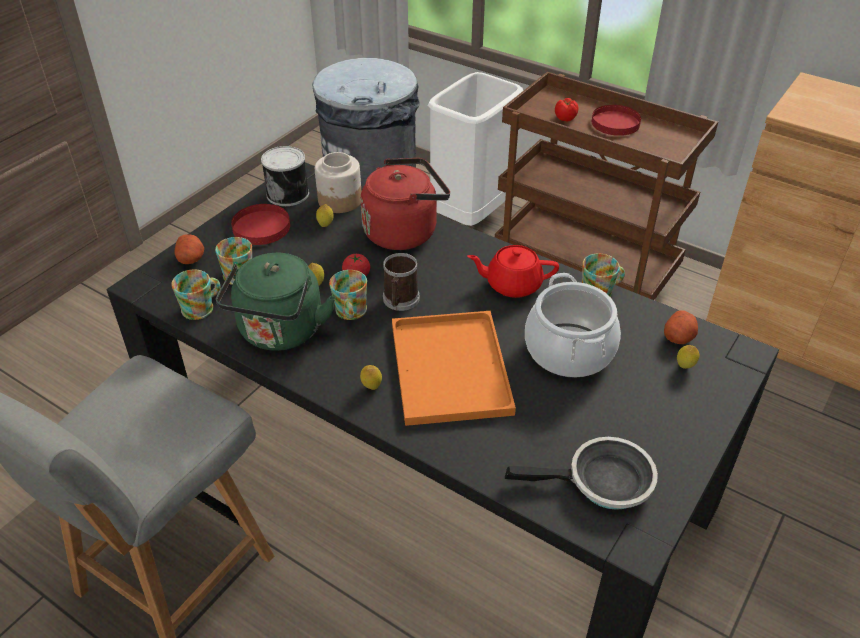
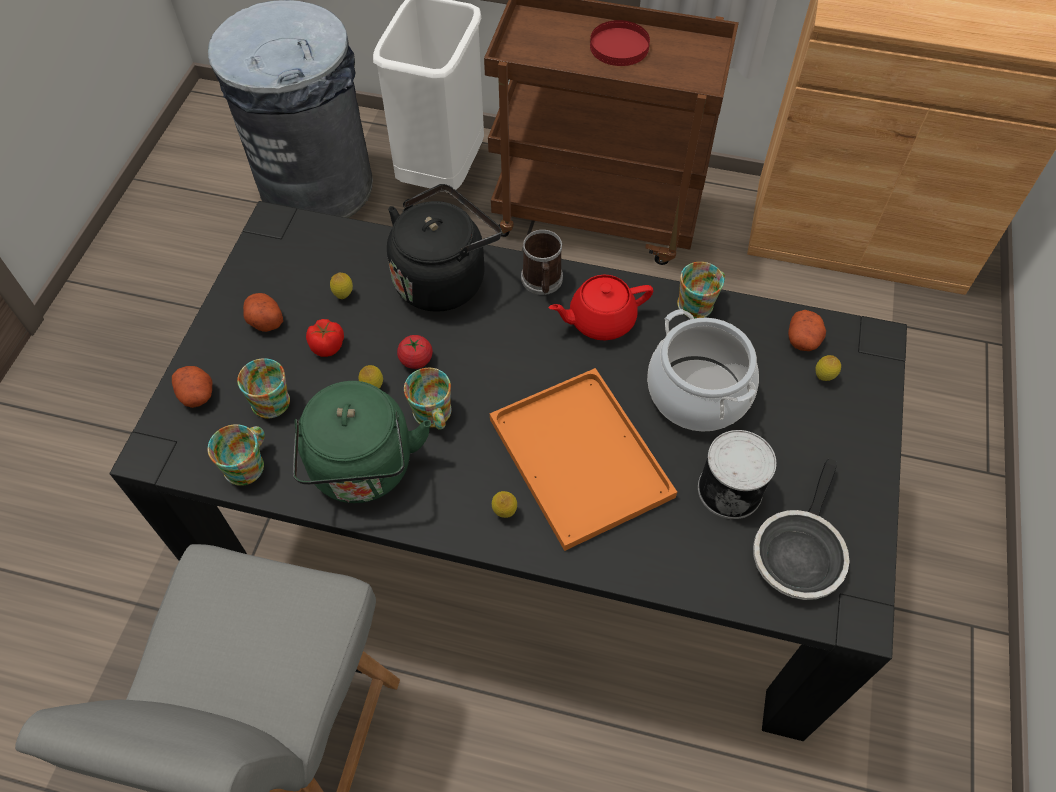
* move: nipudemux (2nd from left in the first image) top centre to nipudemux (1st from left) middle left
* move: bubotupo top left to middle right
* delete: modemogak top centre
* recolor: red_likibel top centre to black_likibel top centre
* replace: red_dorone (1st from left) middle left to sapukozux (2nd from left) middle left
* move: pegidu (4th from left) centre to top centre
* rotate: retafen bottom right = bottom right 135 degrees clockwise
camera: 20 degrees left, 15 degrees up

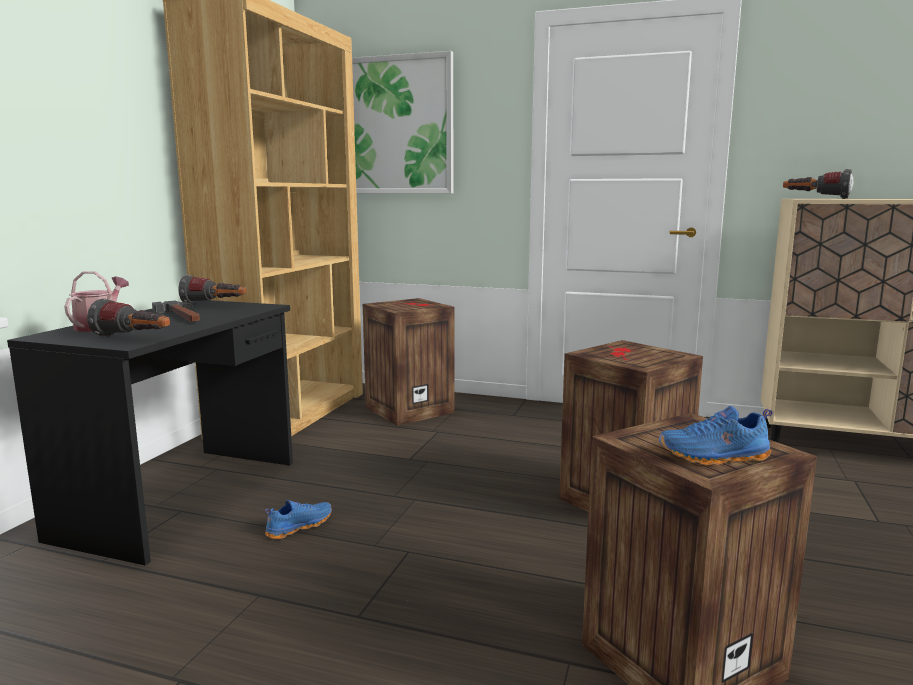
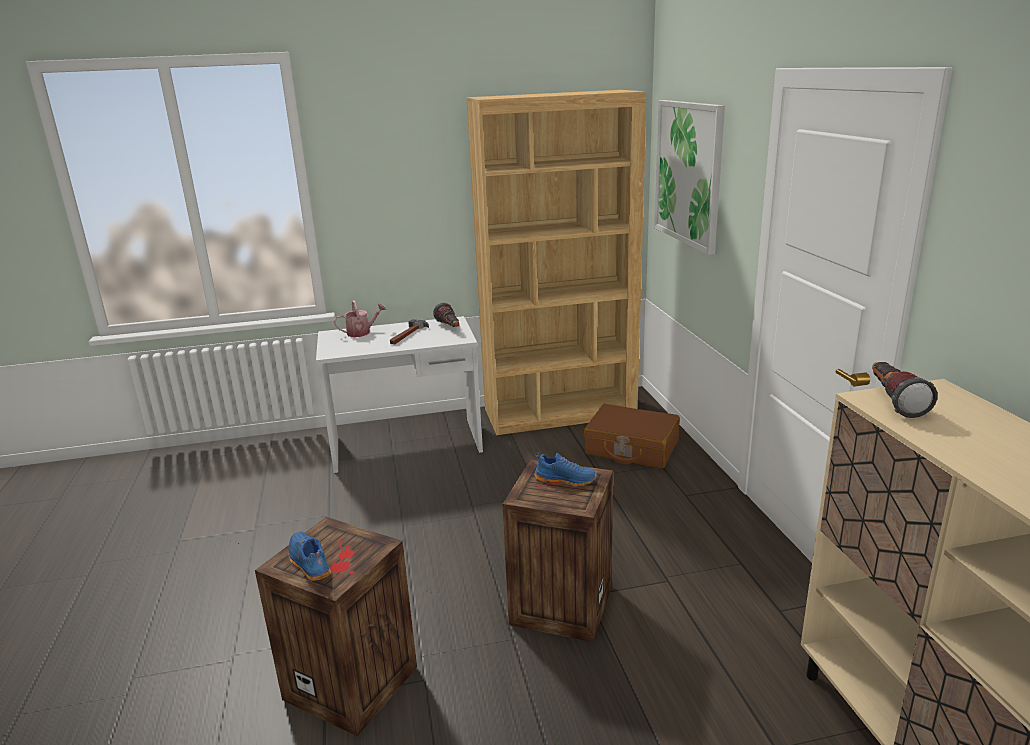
* delete: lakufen (1st from left) middle left
* replace: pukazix (1st from left) centre to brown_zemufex centre
* recolor: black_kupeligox middle left to white_kupeligox centre
* move: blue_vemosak (1st from left in the first image) bottom left to blue_vemosak (2nd from left) centre
camera: 60 degrees right, 10 degrees up

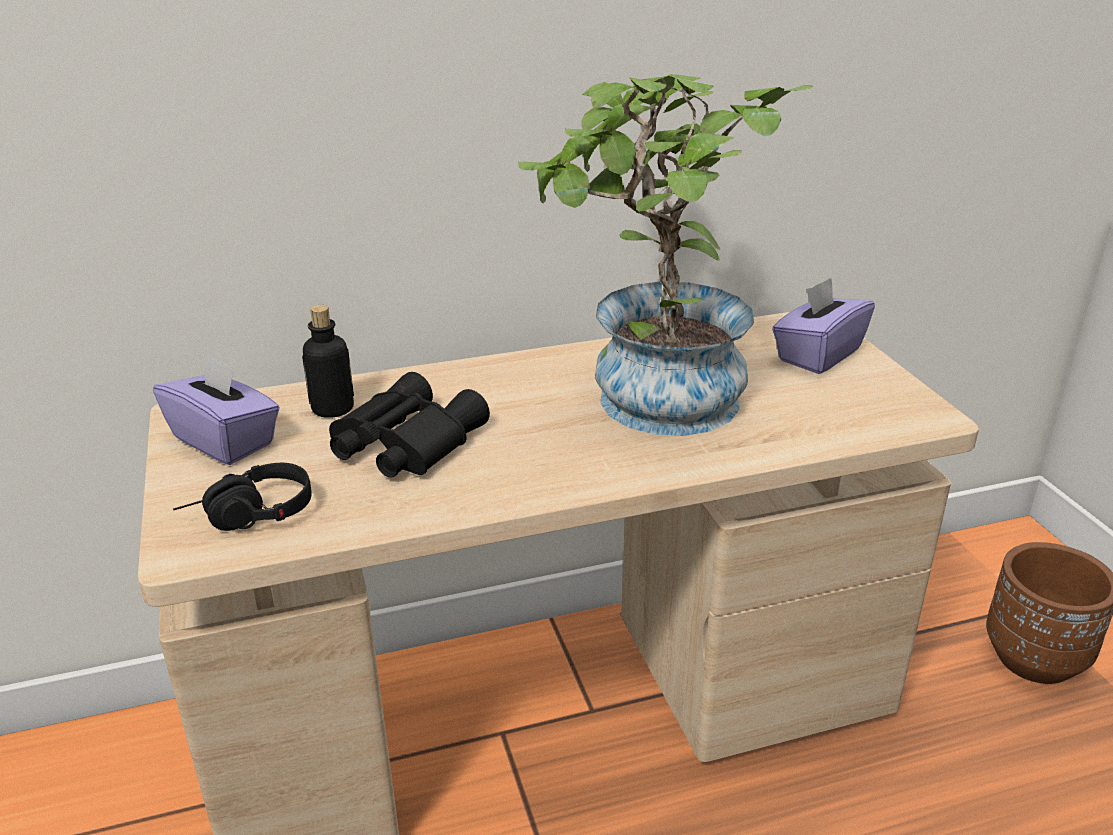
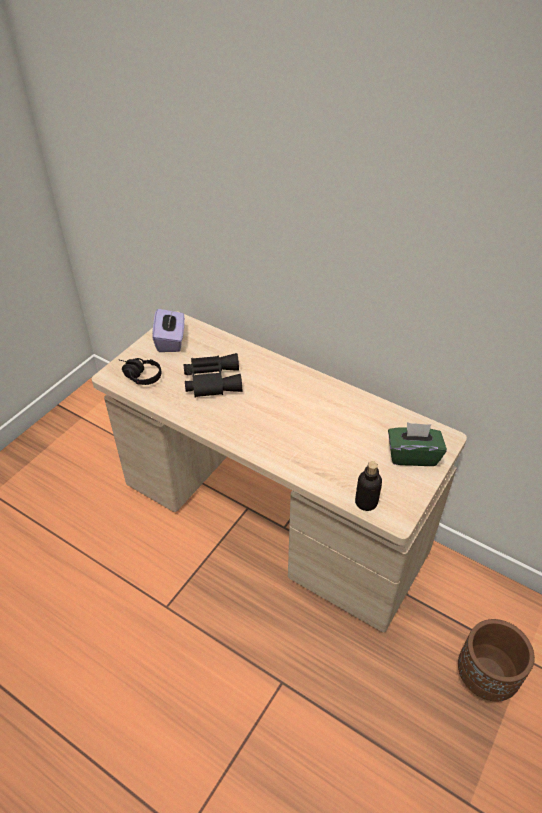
* delete: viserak top centre
* recolor: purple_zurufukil (2nd from left) middle right to green_zurufukil middle right
* move: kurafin middle left to middle right
camera: 50 degrees right, 15 degrees up

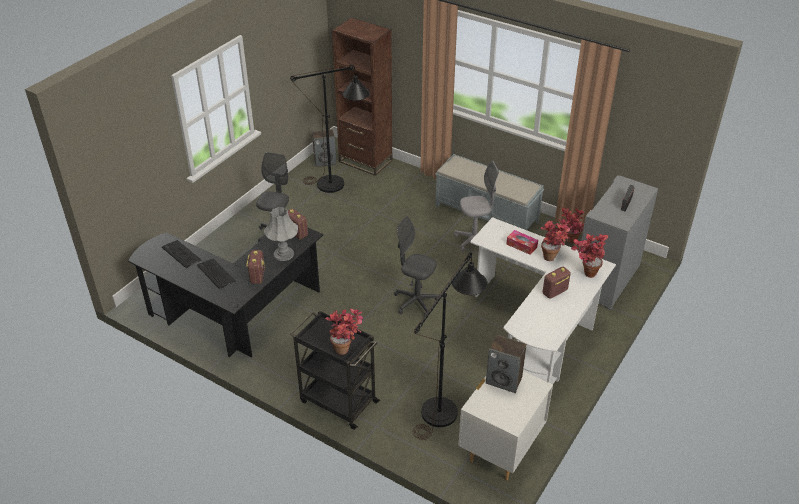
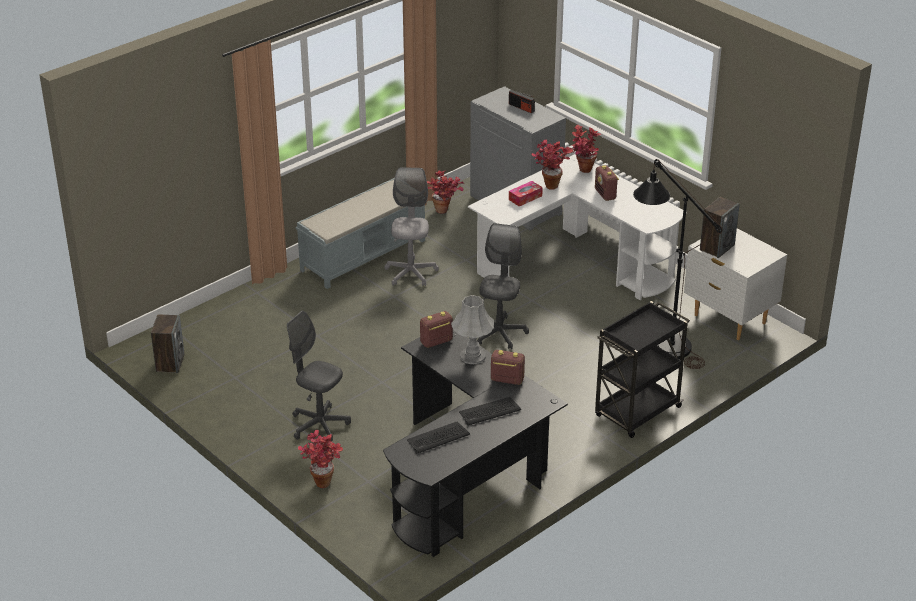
* delete: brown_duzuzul top centre
* delete: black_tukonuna (1st from left) top centre
* rotate: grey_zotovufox (2nd from left in the first image) centre = centre 150 degrees clockwise
* move: viserak (1st from left) centre to bottom centre
camera: 75 degrees left, 5 degrees down

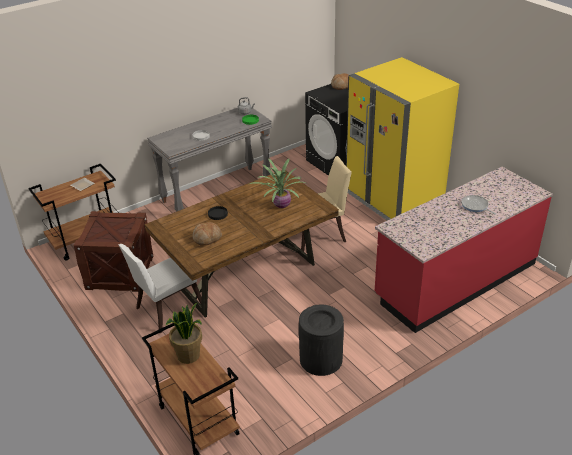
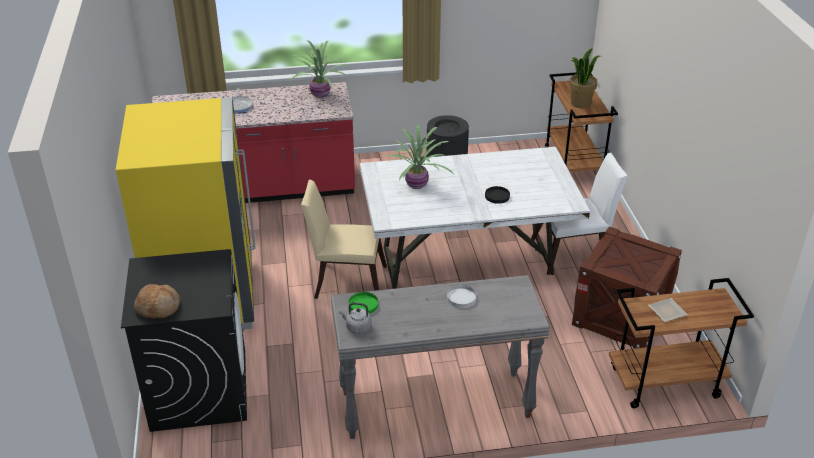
* recolor: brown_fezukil centre to white_fezukil centre
* delete: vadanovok (1st from left) centre
* insert: viserak (1st from left) top centre
camera: 155 degrees left, 0 degrees up

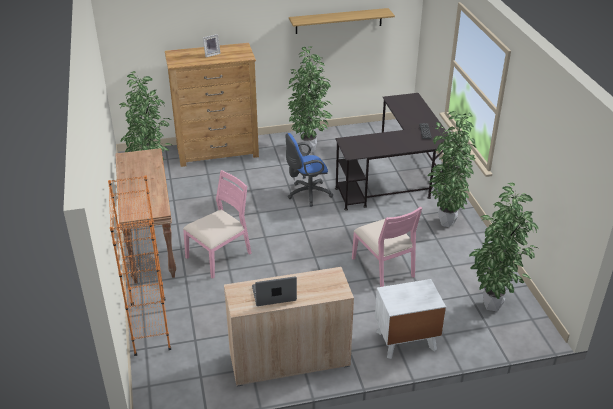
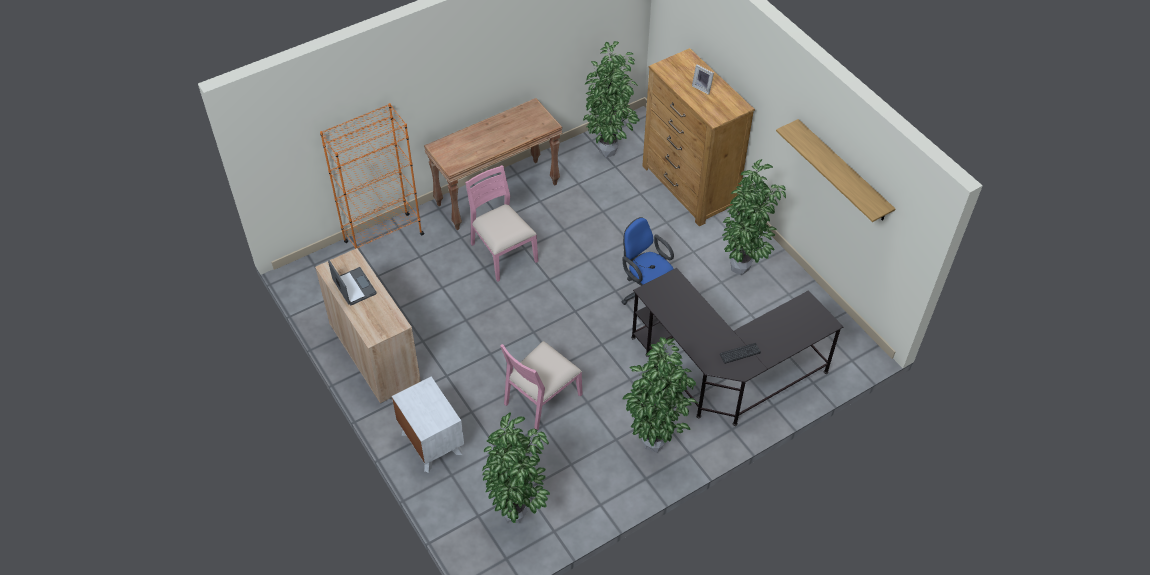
* rotate: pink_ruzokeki (1st from left) centre = centre 150 degrees counterclockwise
camera: 70 degrees right, 15 degrees up

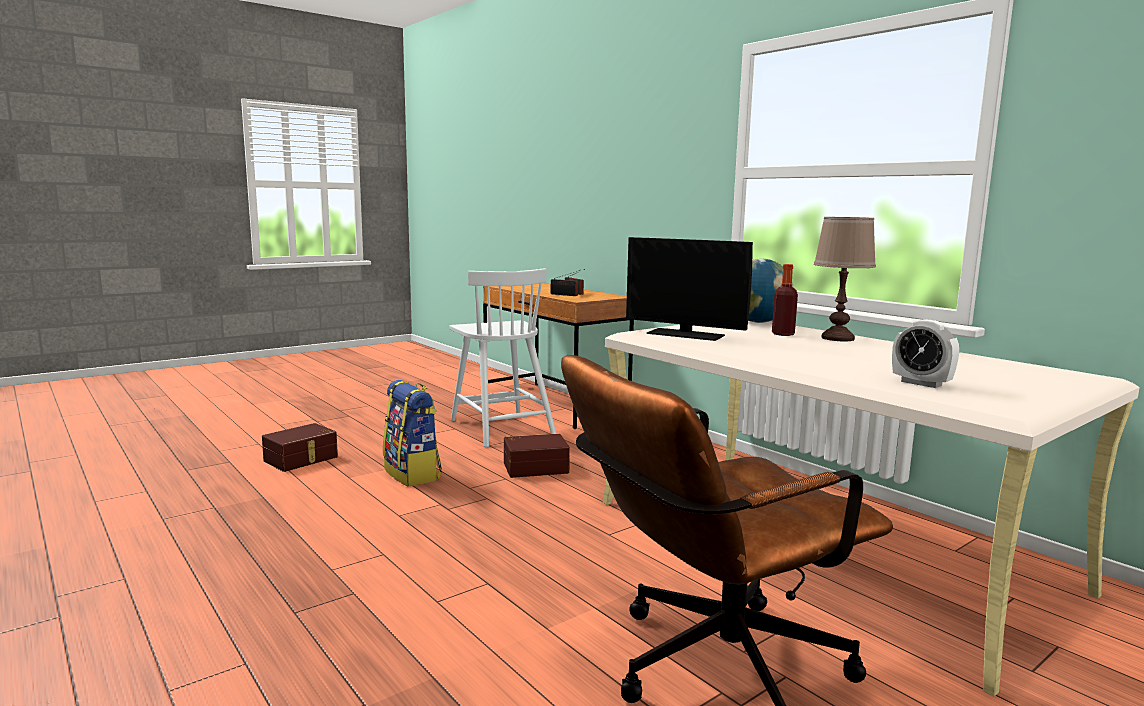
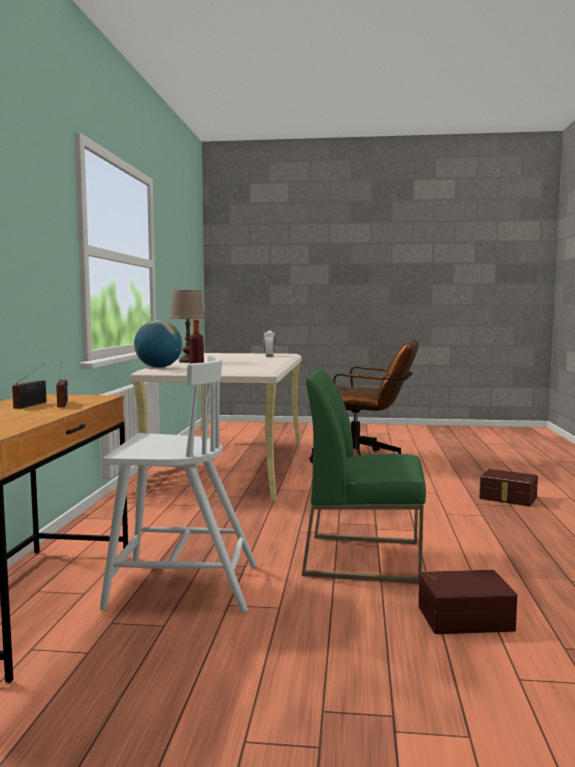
* delete: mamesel centre
* rotate: white_ruzokeki centre = middle left 75 degrees clockwise
* replace: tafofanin centre to green_ruzokeki centre
* move: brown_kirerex (2nd from left) centre to middle right
camera: 135 degrees left, 5 degrees down

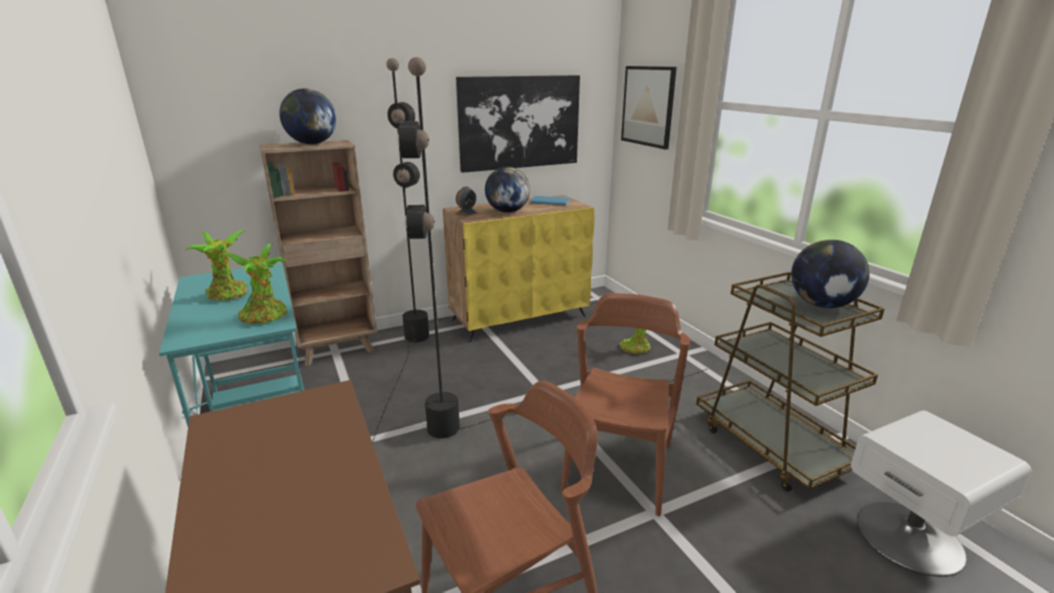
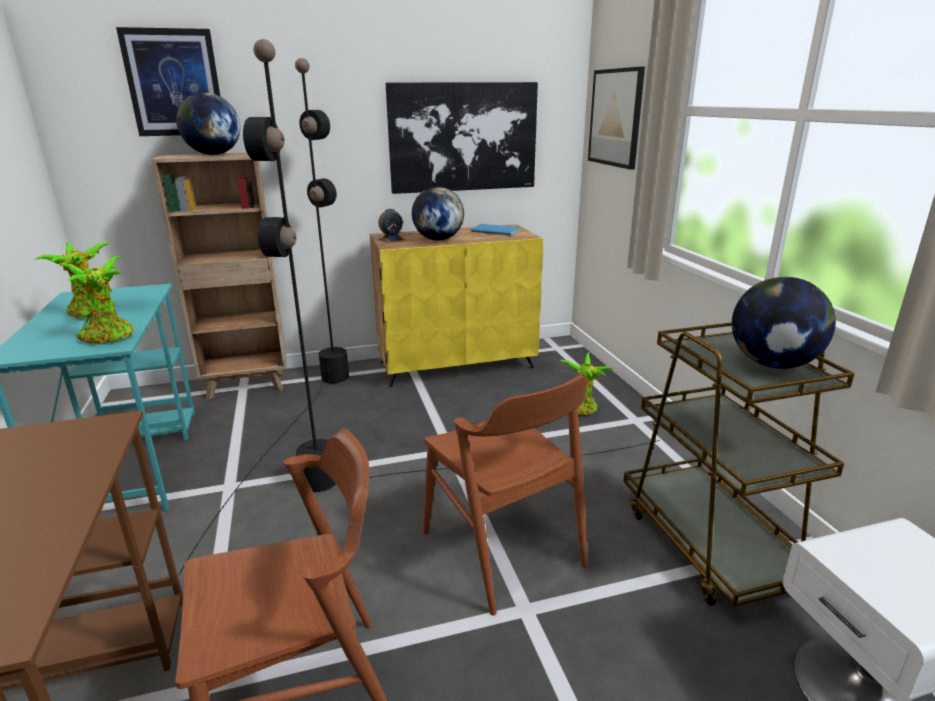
* rotate: brown_ruzokeki (2nd from left) bottom centre = bottom centre 120 degrees clockwise
* insert: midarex (1st from left) top left
camera: 10 degrees right, 0 degrees up

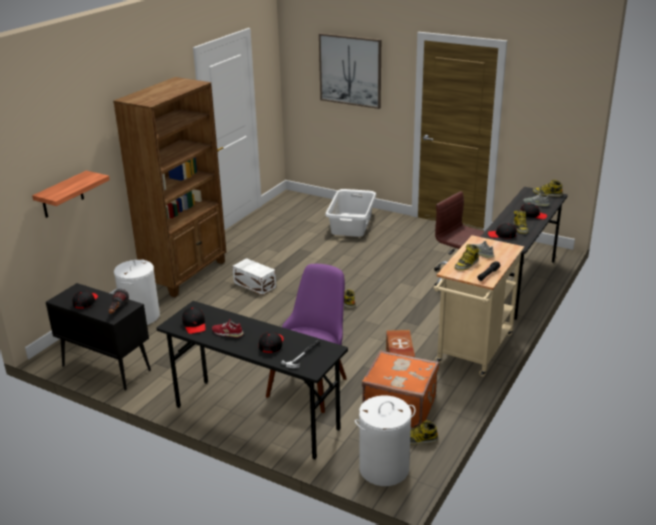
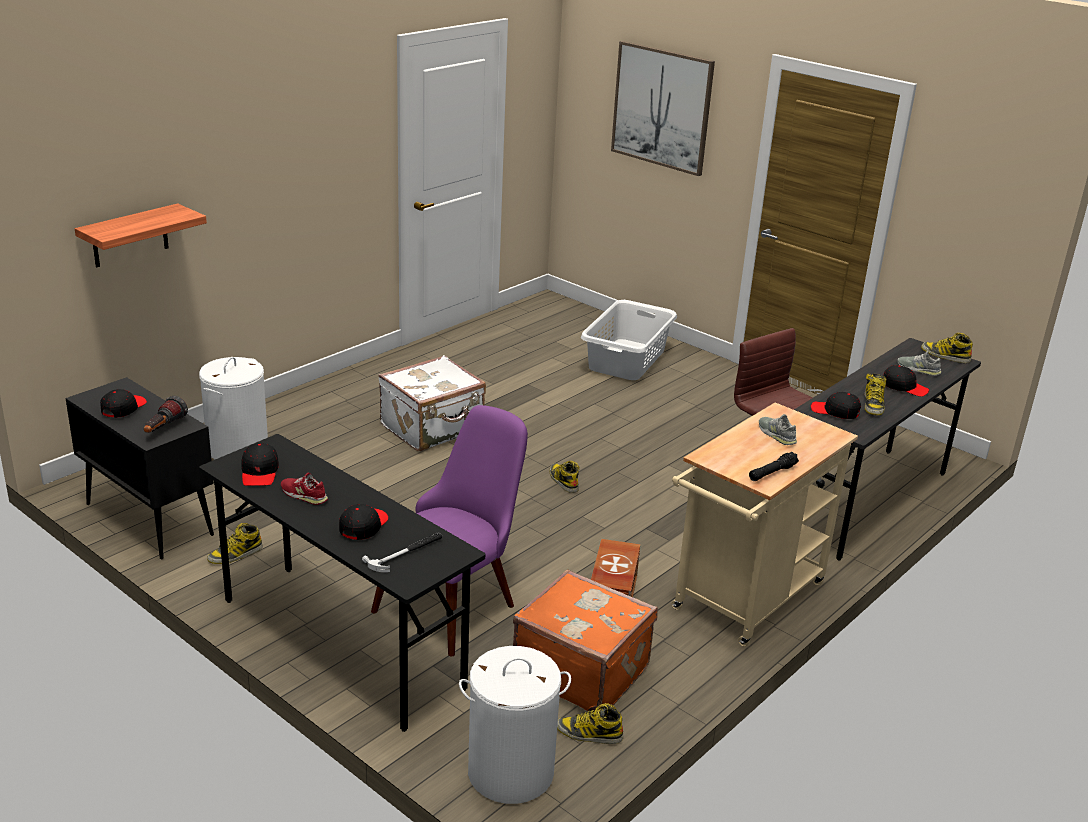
* delete: brown_duzuzul middle left
* move: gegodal (3rd from left in the first image) middle right to gegodal (1st from left) middle left
* replace: white_kirerex centre to white_zemufex centre
camera: 10 degrees right, 0 degrees up

